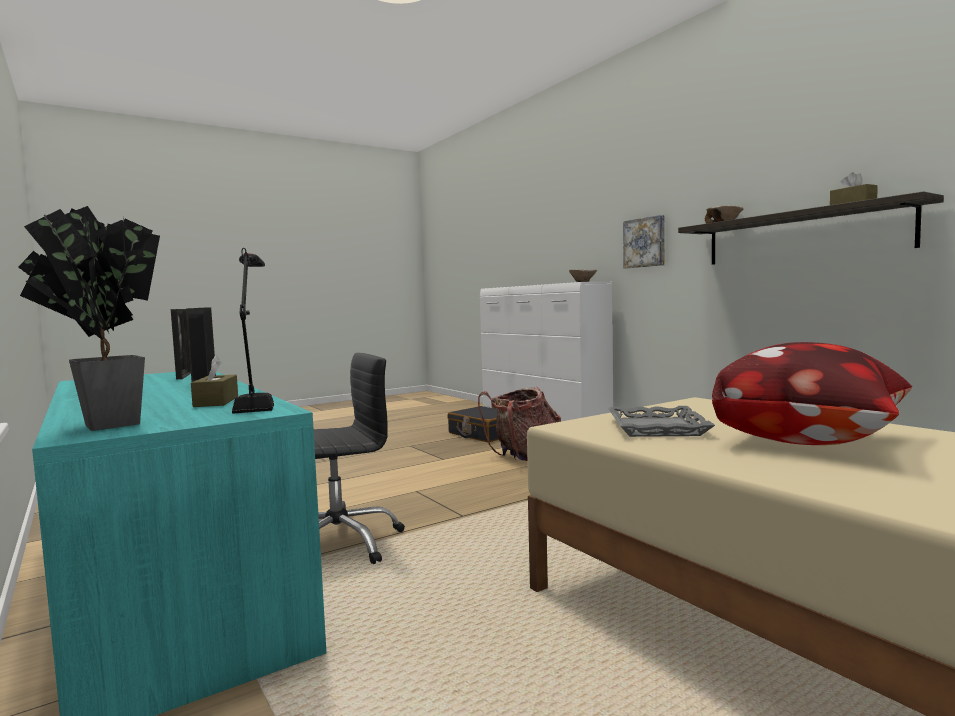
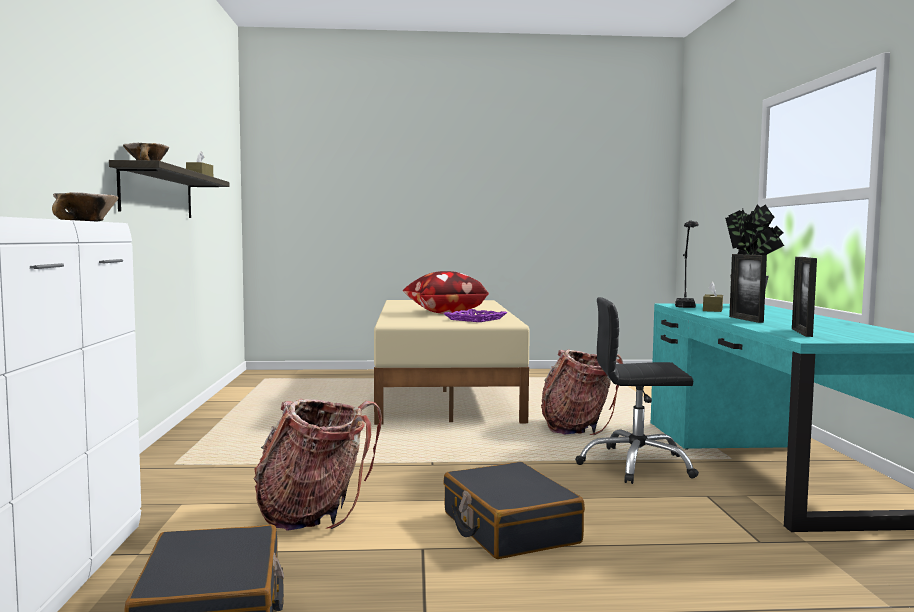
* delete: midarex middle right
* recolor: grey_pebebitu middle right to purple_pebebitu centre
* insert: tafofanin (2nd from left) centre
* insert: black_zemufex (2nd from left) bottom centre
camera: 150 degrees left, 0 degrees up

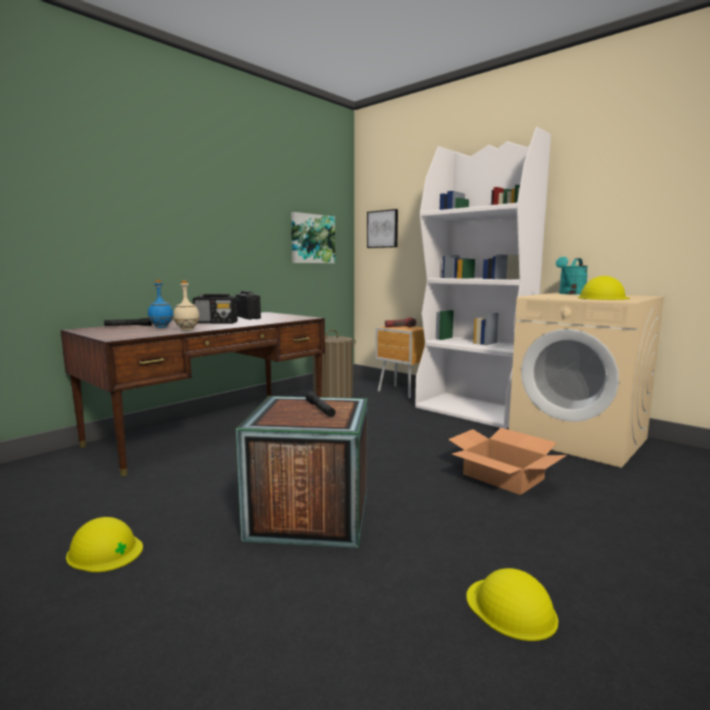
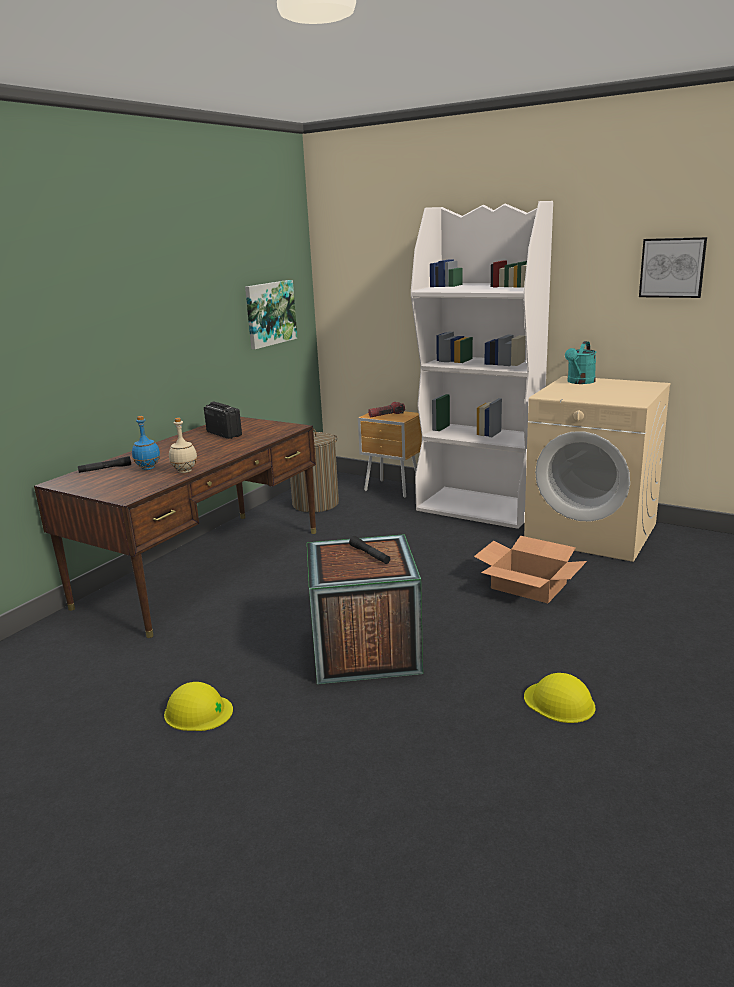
* move: midarex (2nd from left) top centre to top right
* delete: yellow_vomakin (3rd from left) middle right
* delete: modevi (1st from left) middle left
camera: 10 degrees left, 10 degrees up

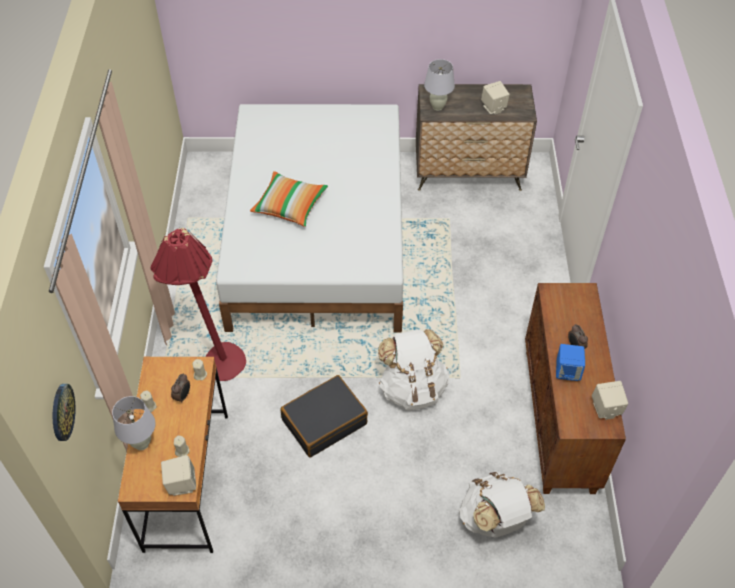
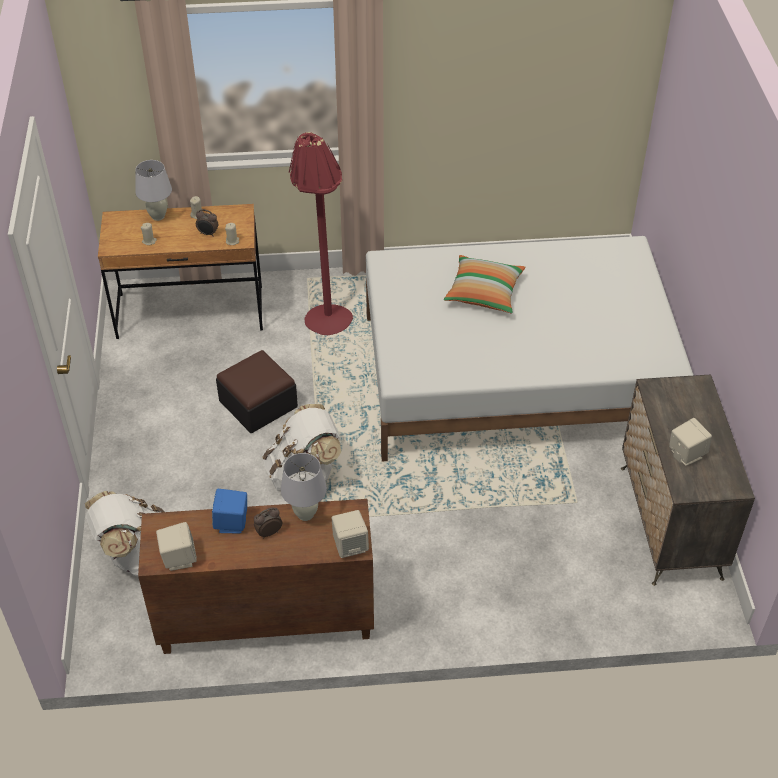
* move: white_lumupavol (2nd from left) top centre to centre
* replace: black_zemufex bottom centre to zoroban middle left
* delete: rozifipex bottom left
* move: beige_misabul (1st from left in the first image) bottom left to beige_misabul (2nd from left) bottom centre
camera: 85 degrees right, 5 degrees down

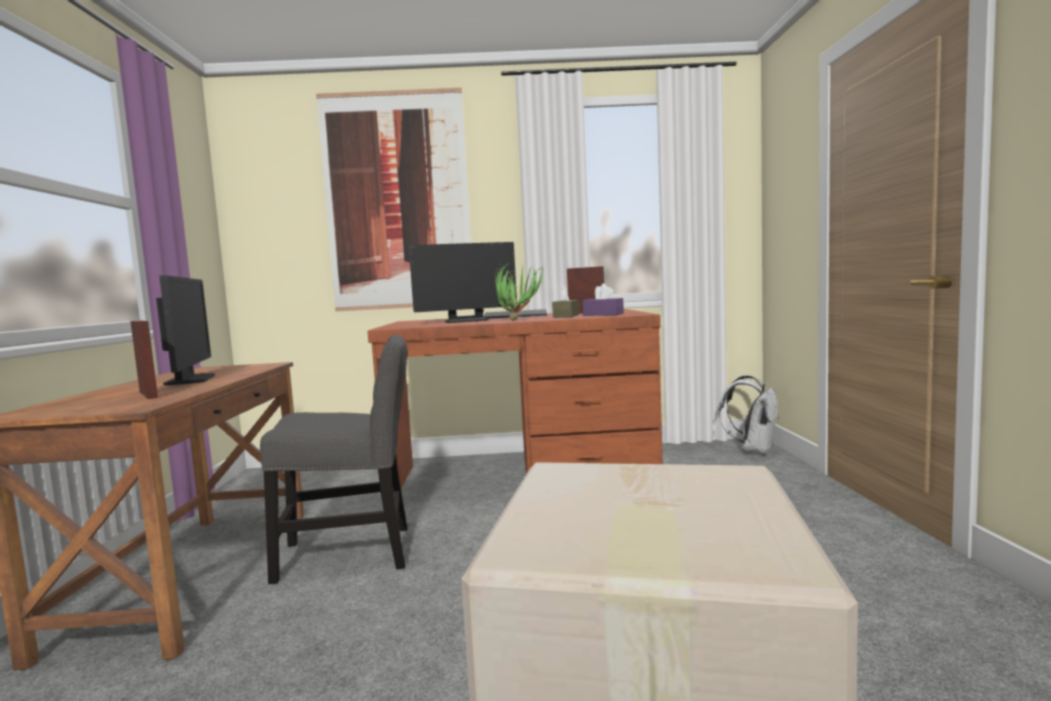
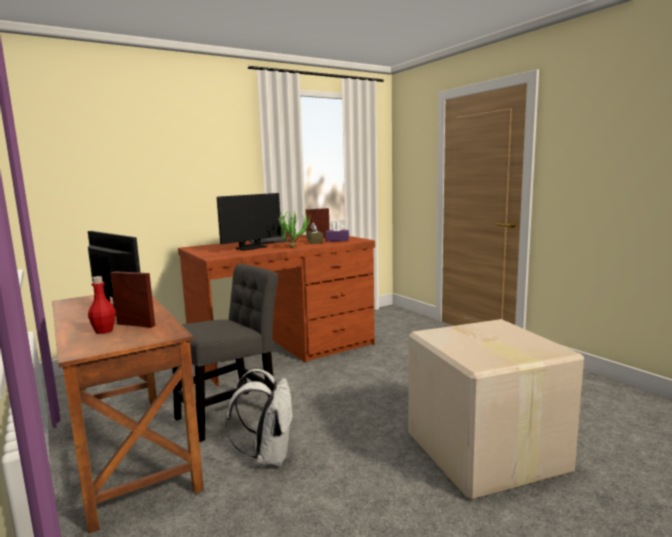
* delete: midarex top centre
* move: white_tafofanin middle right to bottom centre
* insert: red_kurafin middle left
camera: 30 degrees left, 5 degrees up

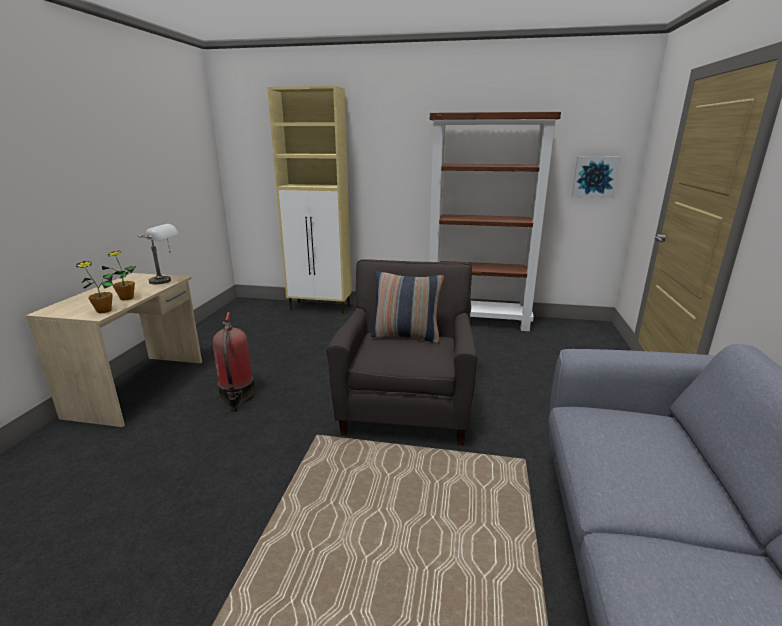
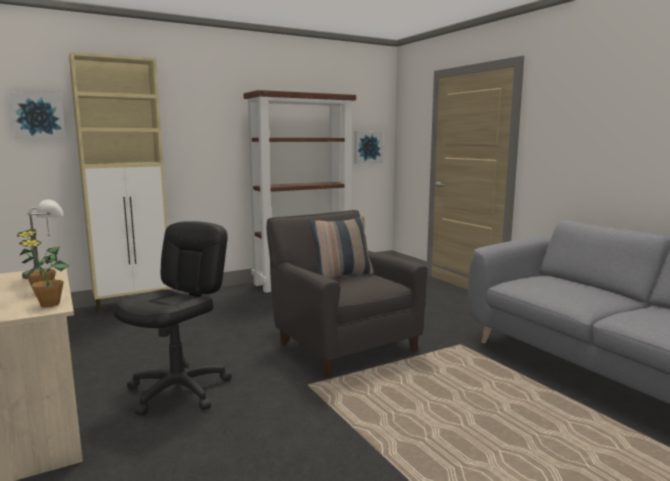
* replace: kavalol middle left to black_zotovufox middle left
* insert: midarex (1st from left) top left
camera: 40 degrees left, 10 degrees down

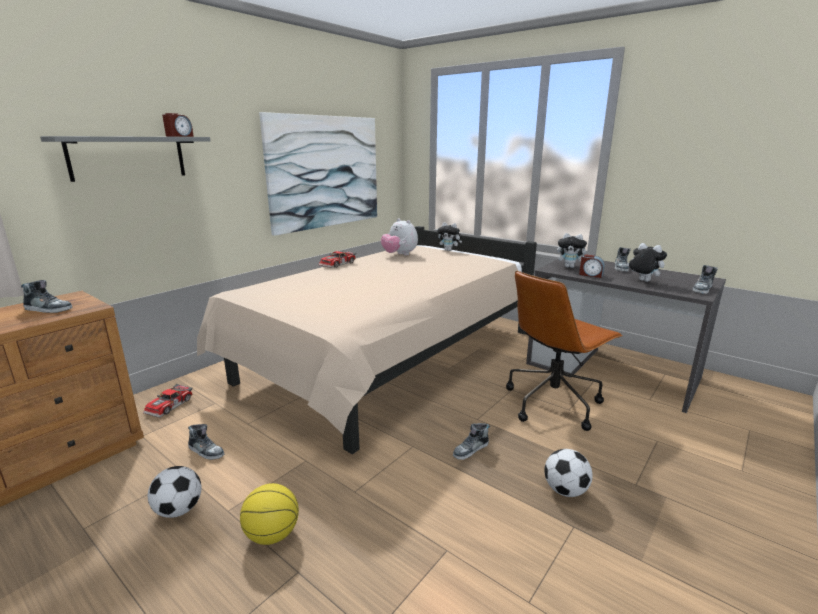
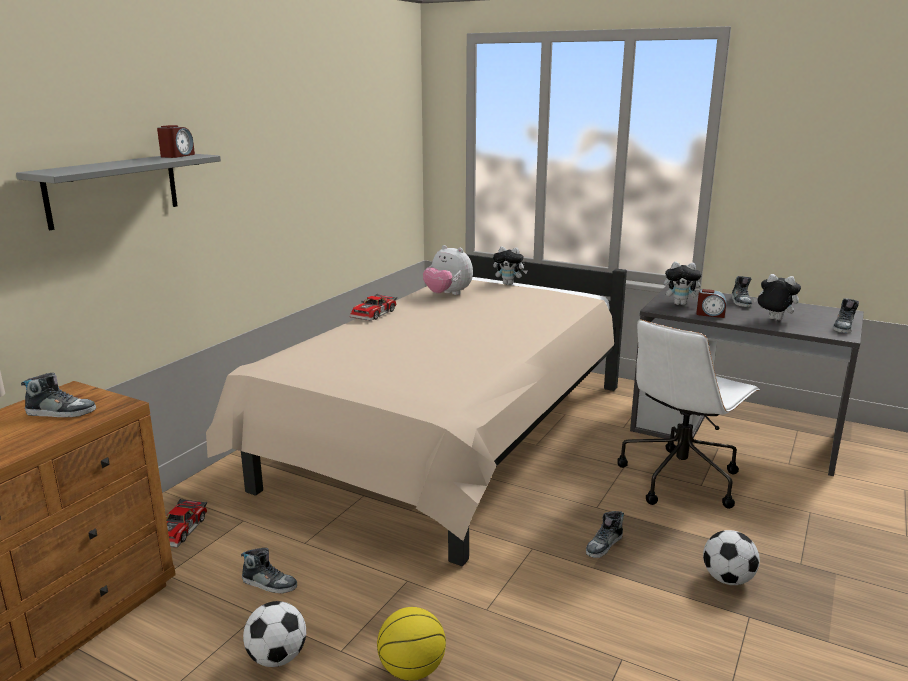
* delete: midarex top centre
* recolor: brown_zotovufox middle right to white_zotovufox middle right
camera: 10 degrees left, 0 degrees up

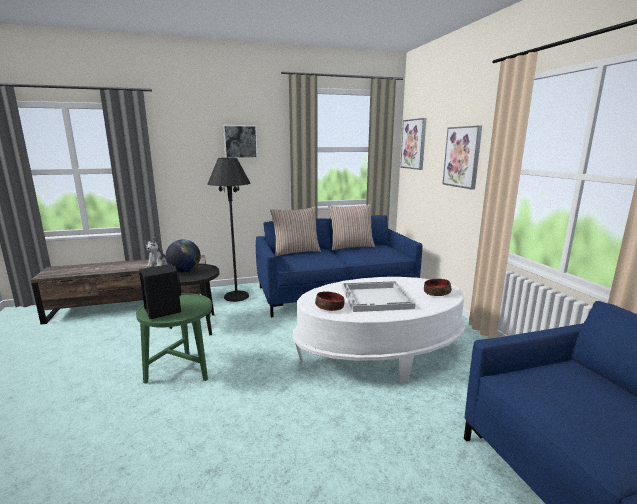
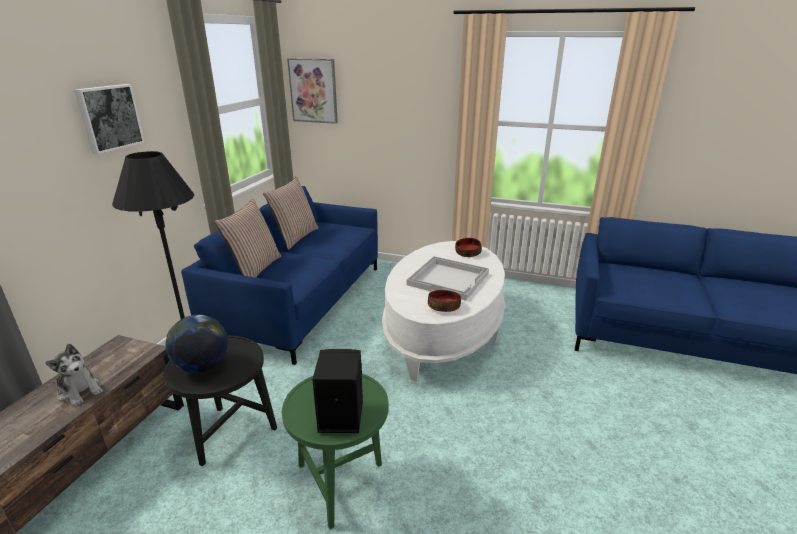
* delete: midarex (3rd from left) top right
camera: 55 degrees left, 10 degrees up

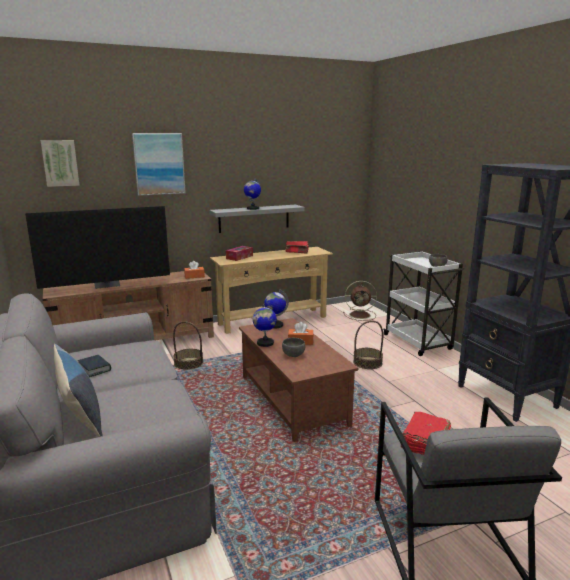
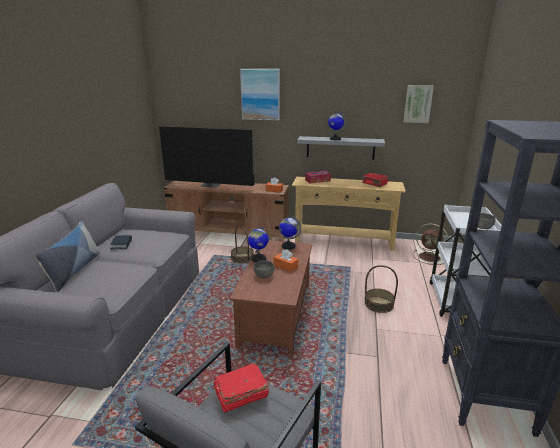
* move: midarex (1st from left in the first image) top left to midarex (2nd from left) top right
camera: 35 degrees right, 5 degrees up

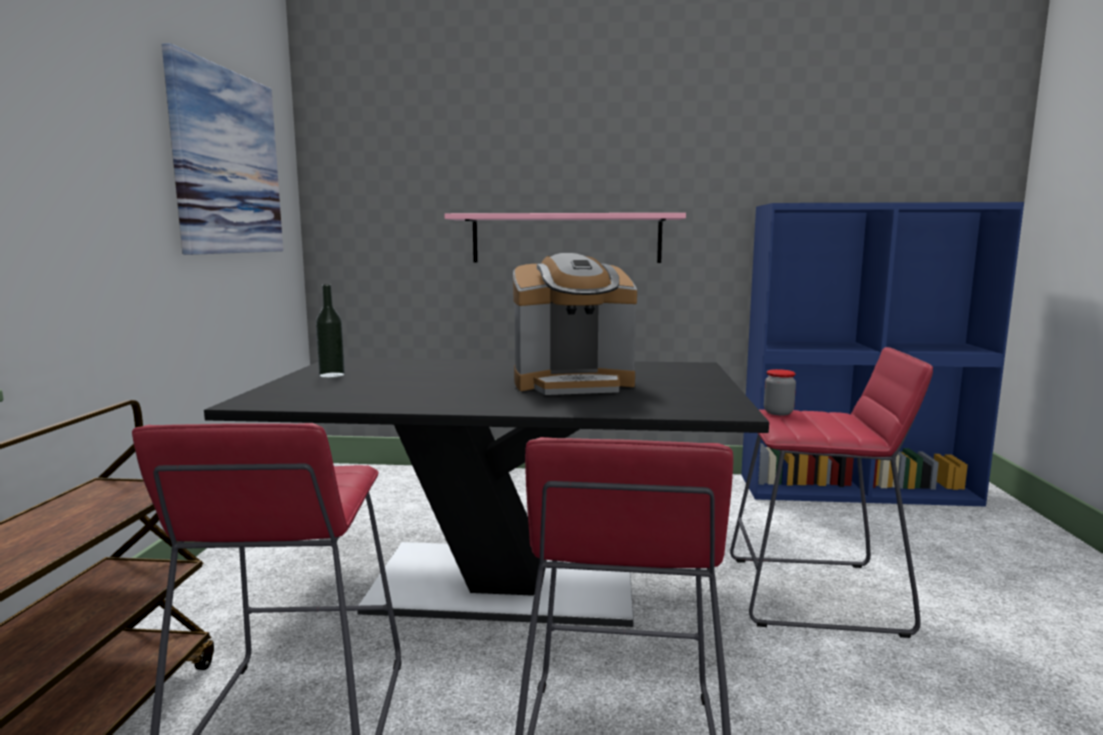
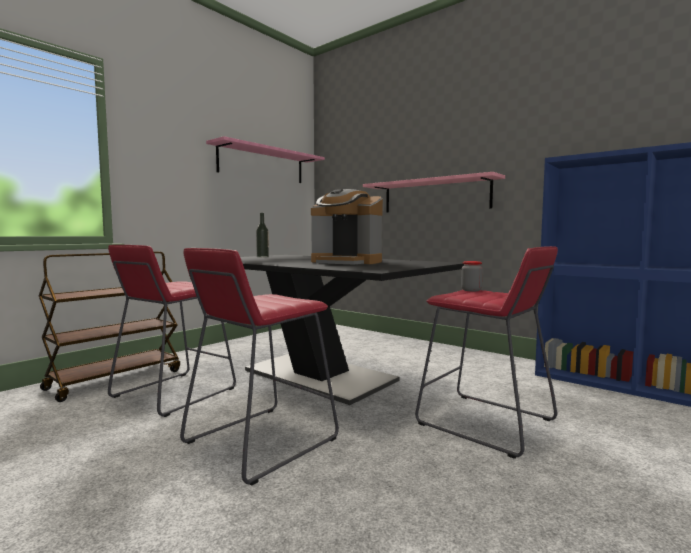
* replace: midarex top left to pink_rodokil (1st from left) top centre
camera: 35 degrees right, 5 degrees down

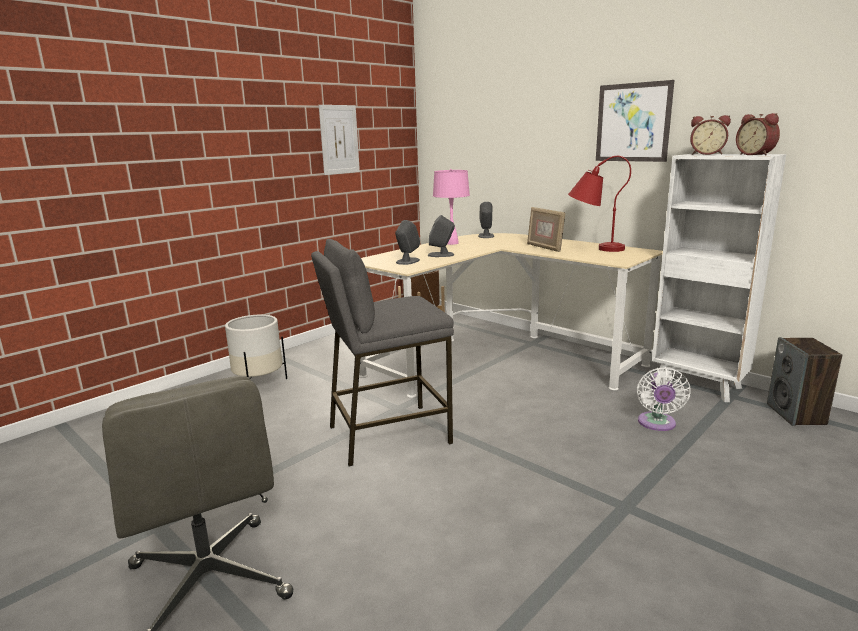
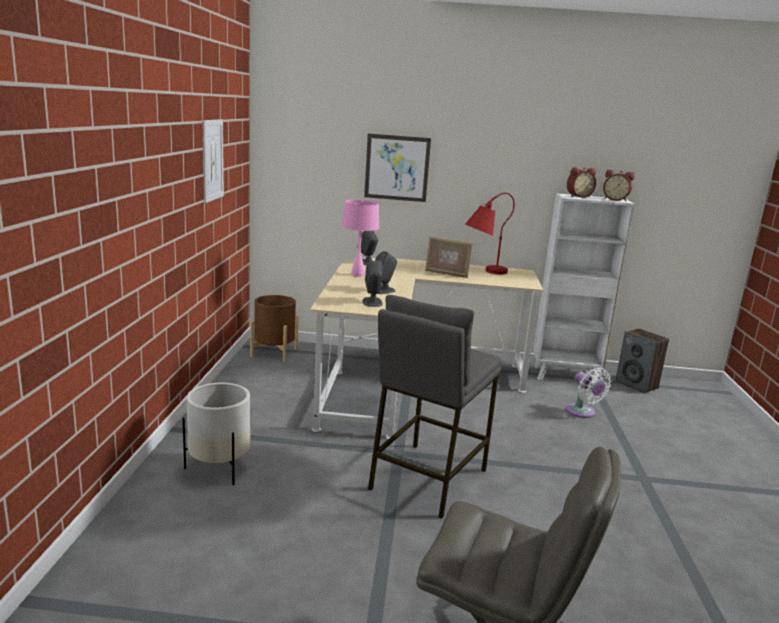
* move: midarex (2nd from left) top right to top centre
camera: 40 degrees left, 0 degrees up

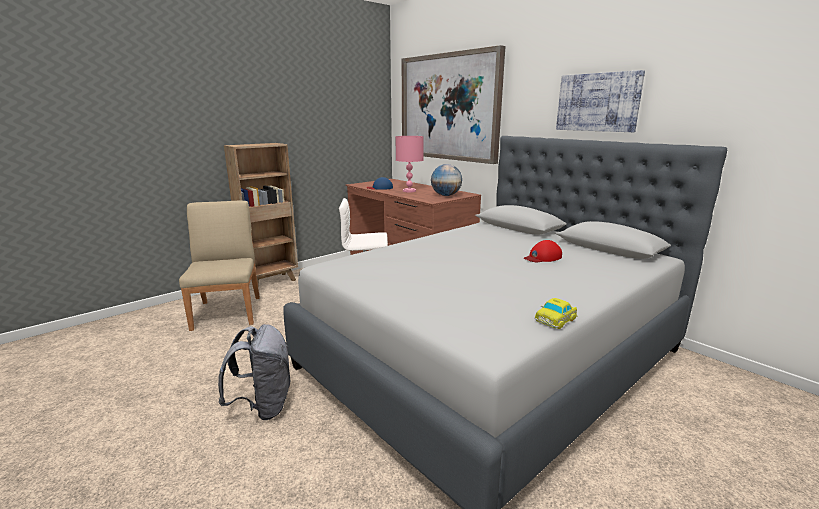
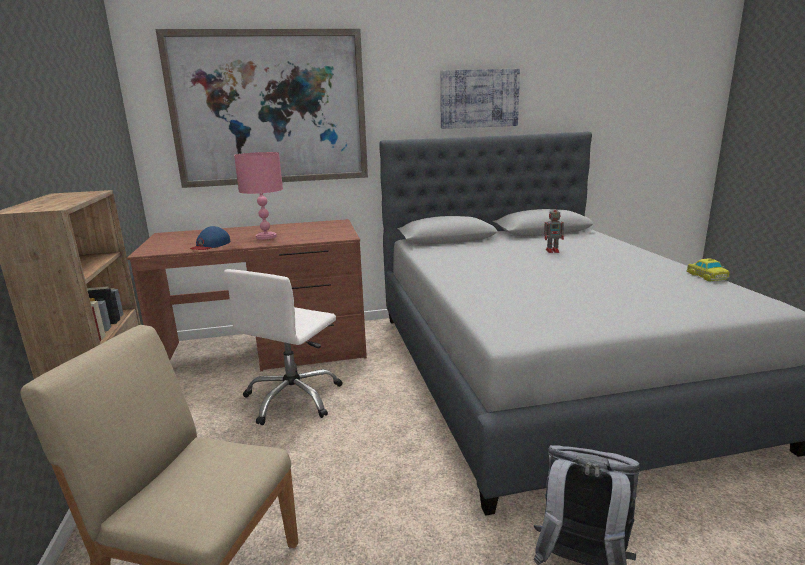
* delete: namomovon centre
* replace: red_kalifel centre to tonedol middle right
camera: 60 degrees left, 0 degrees up

